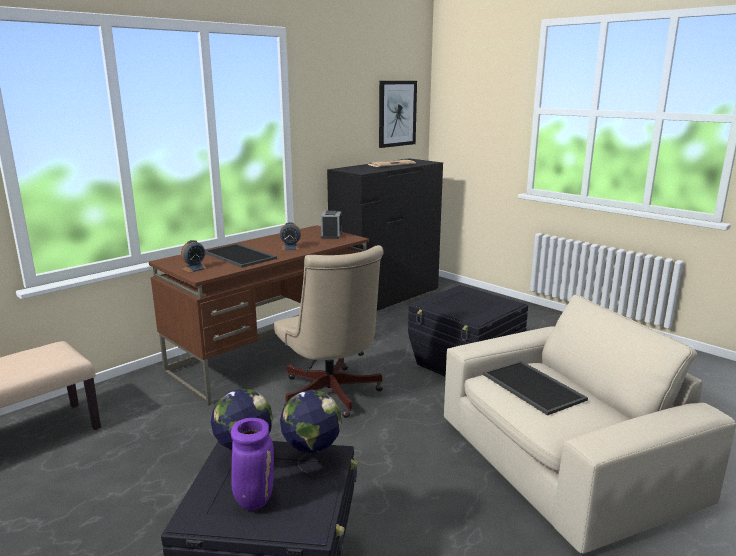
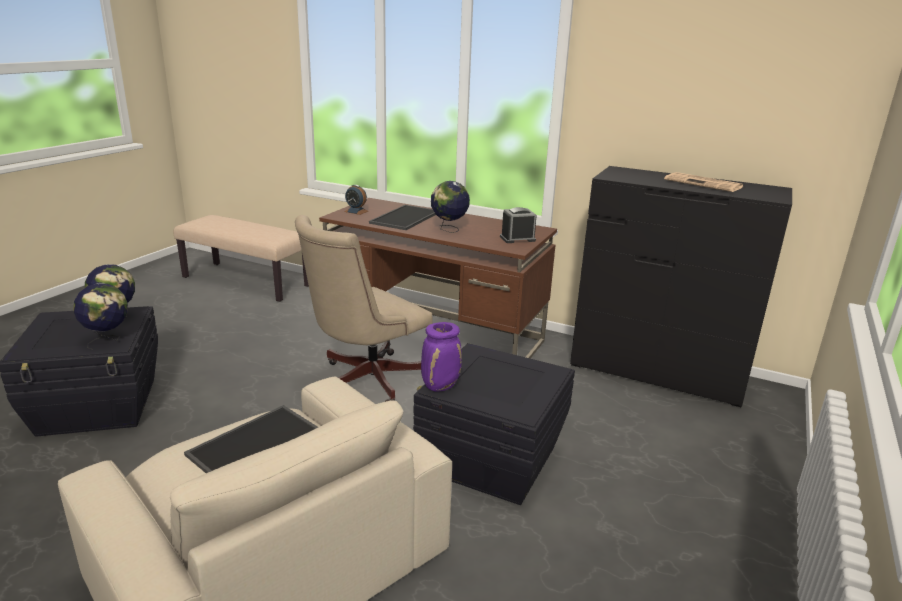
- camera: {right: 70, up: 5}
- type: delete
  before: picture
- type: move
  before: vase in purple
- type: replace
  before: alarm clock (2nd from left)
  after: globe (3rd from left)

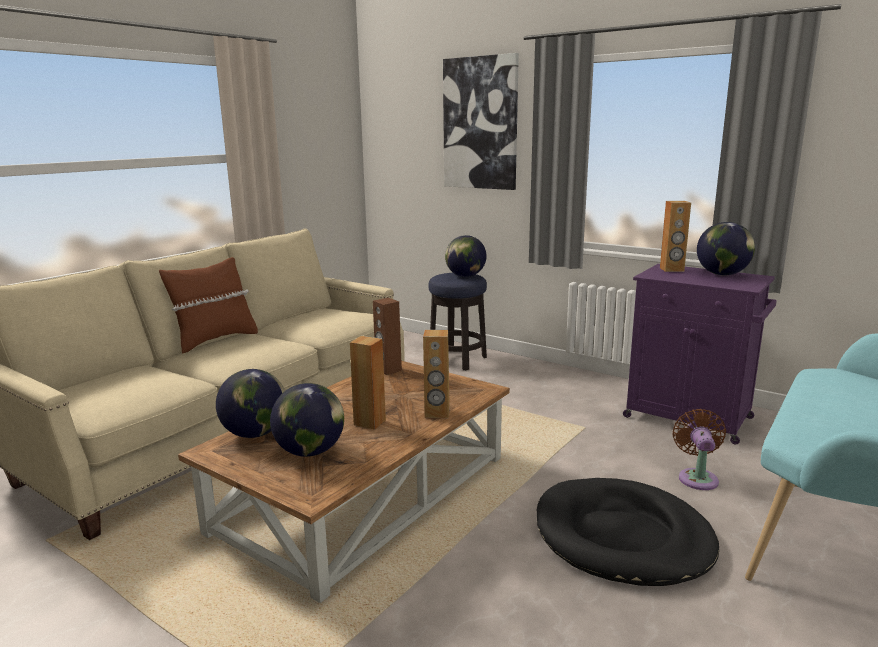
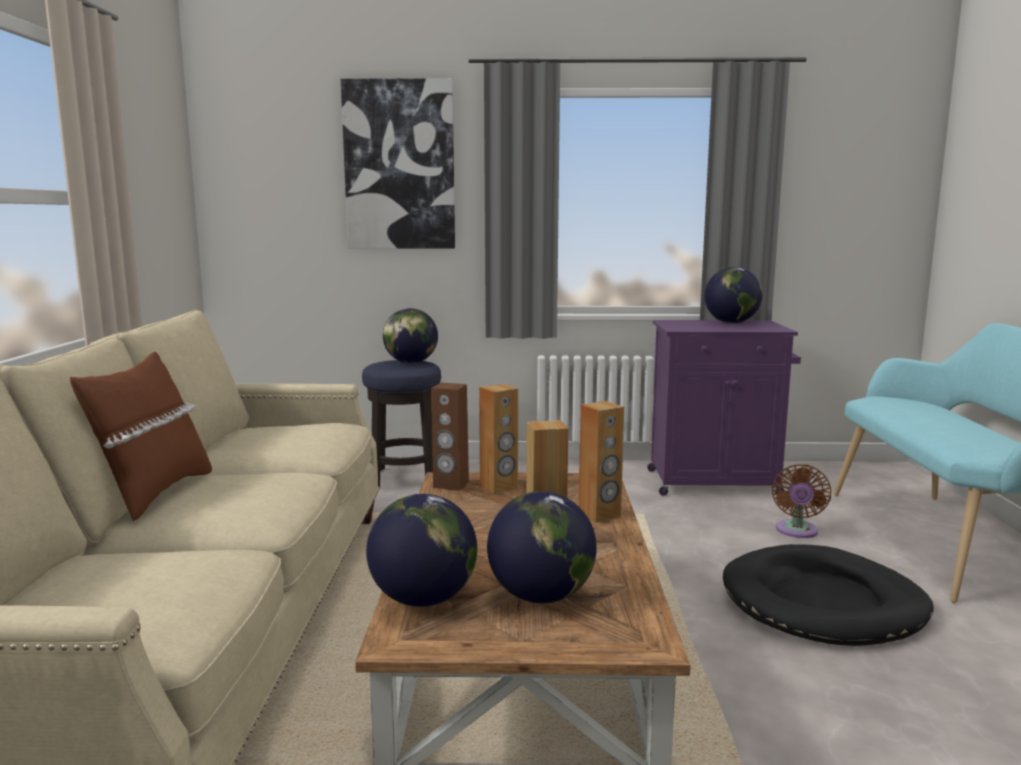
- camera: {right: -35, up: -5}
- type: move
  before: speaker in brown (4th from left in the first image)
  after: speaker in brown (2nd from left)
- type: rotate
  before: fan in brown
  turn: -135

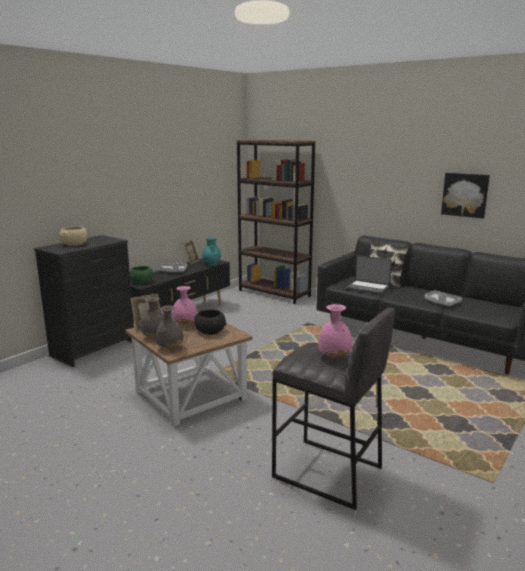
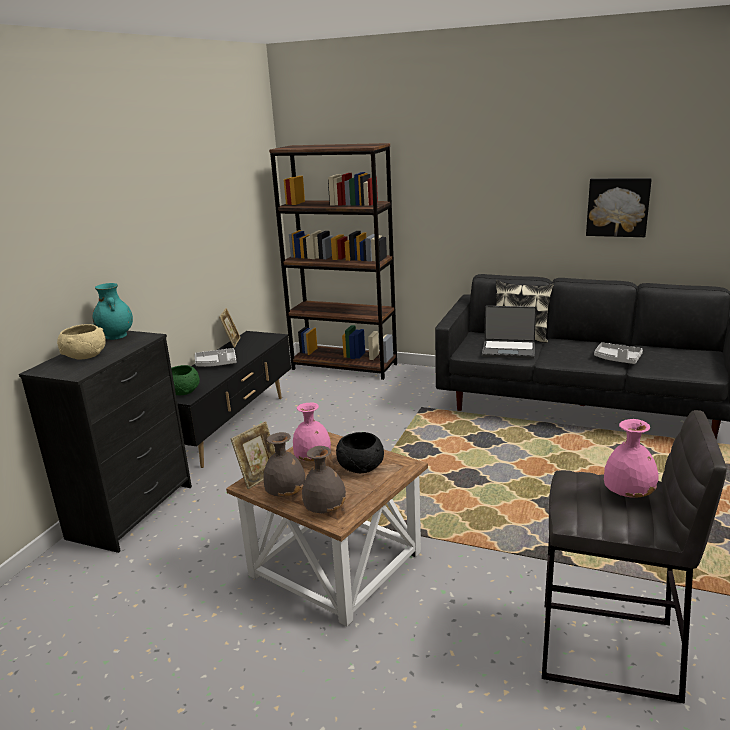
- camera: {right: -15, up: 5}
- type: move
  before: vase in turquoise

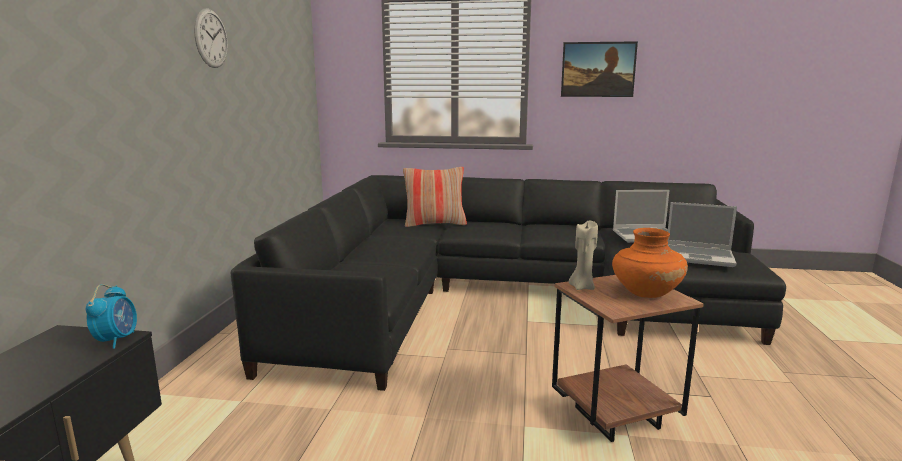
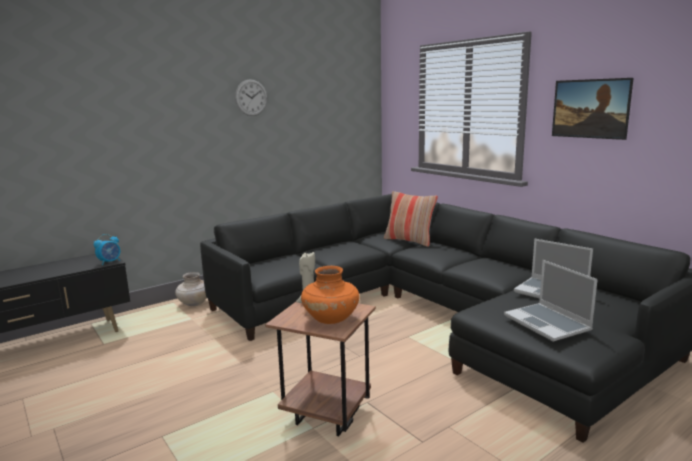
- camera: {right: 45, up: 0}
- type: insert
  after: vase in beige

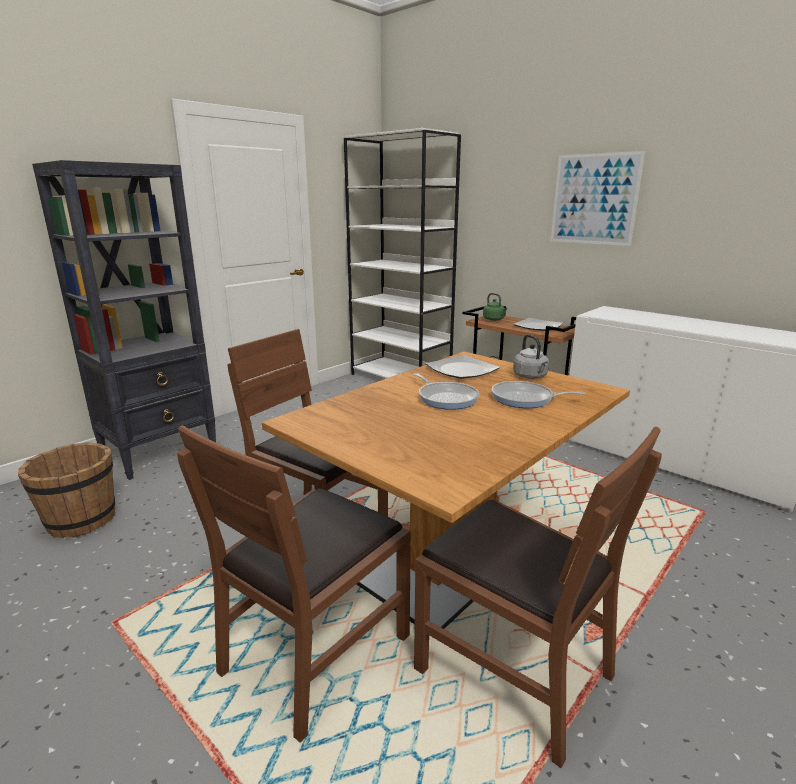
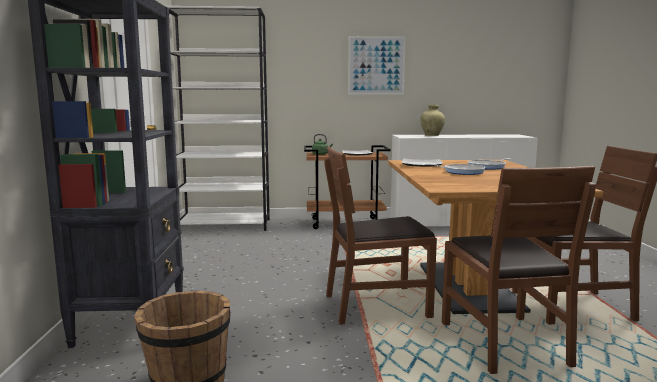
- camera: {right: -45, up: -10}
- type: delete
  before: kettle in grey
- type: insert
  after: vase in beige

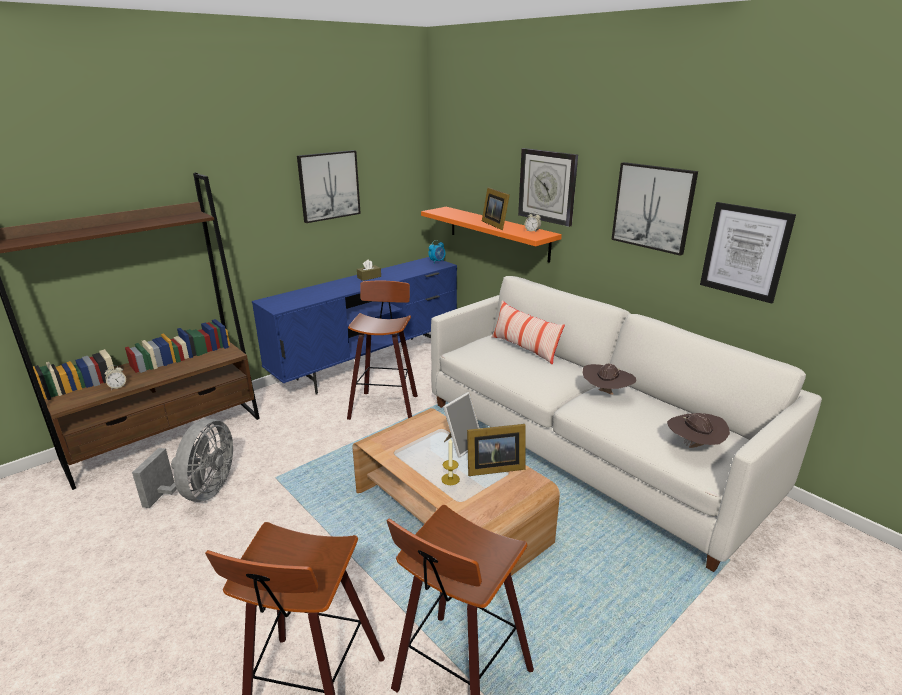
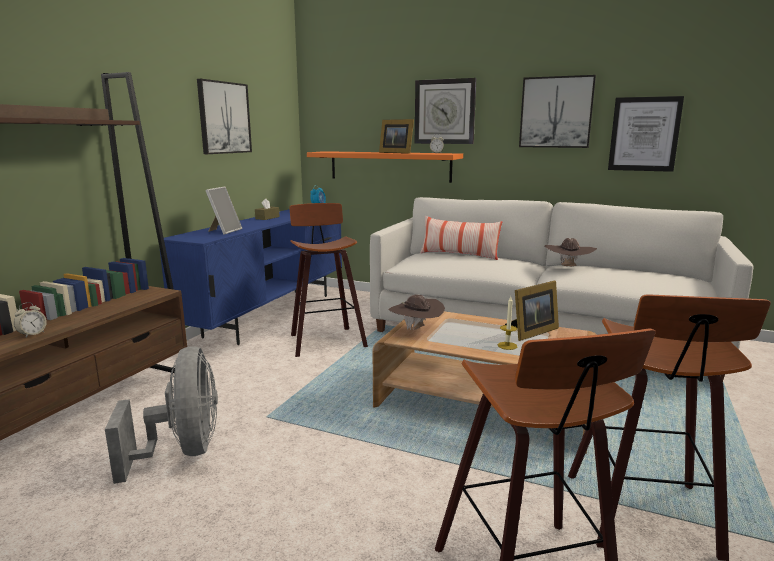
- camera: {right: -25, up: -10}
- type: move
  before: picture frame (1st from left)
- type: move
  before: hat in brown (2nd from left in the first image)
  after: hat in brown (1st from left)

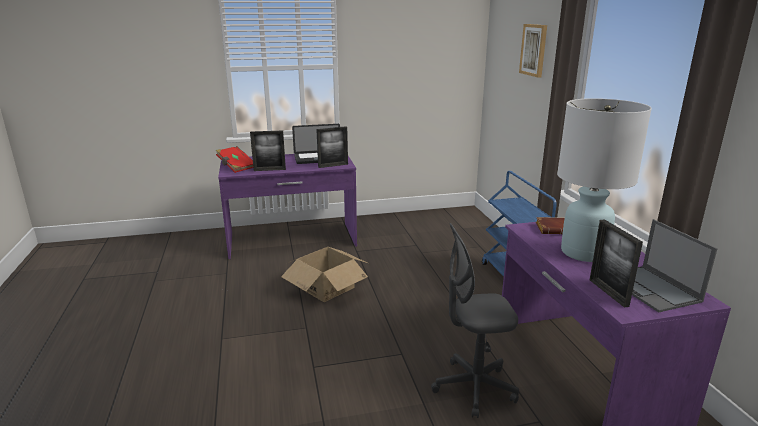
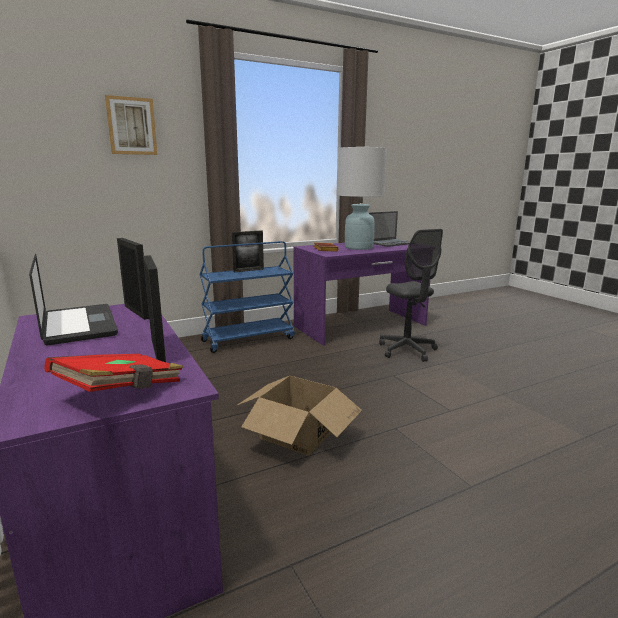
- camera: {right: -105, up: -5}
- type: move
  before: picture frame (3rd from left)

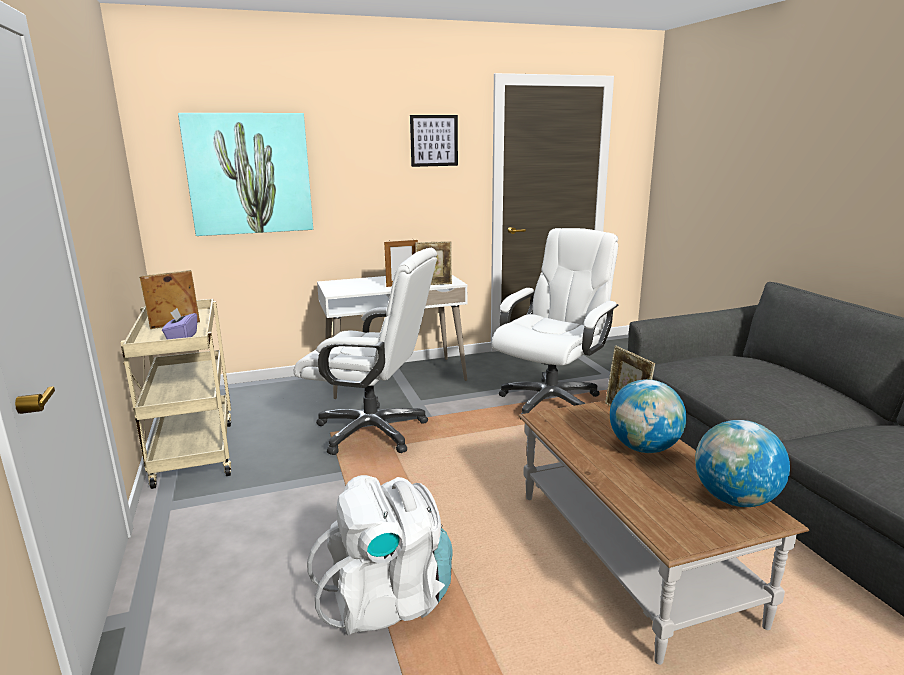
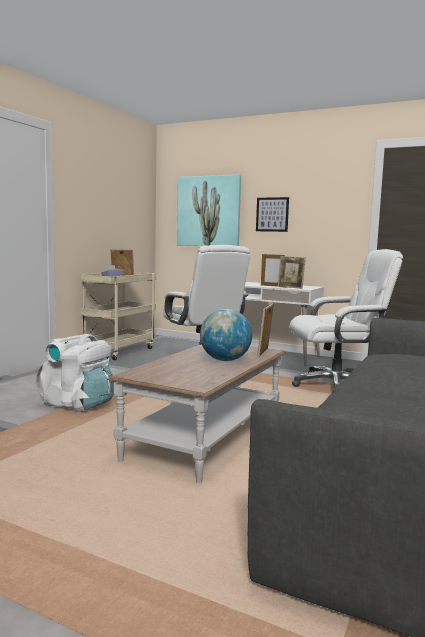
- camera: {right: 45, up: -10}
- type: delete
  before: globe (2nd from left)
- type: move
  before: picture (2nd from left)

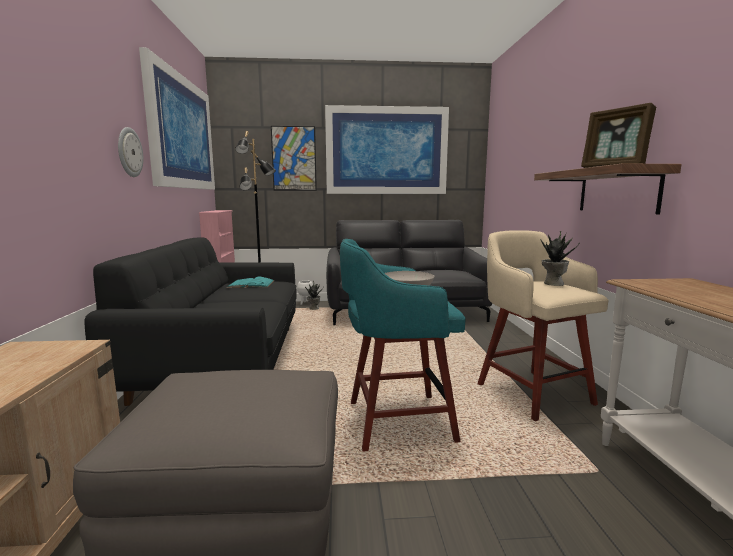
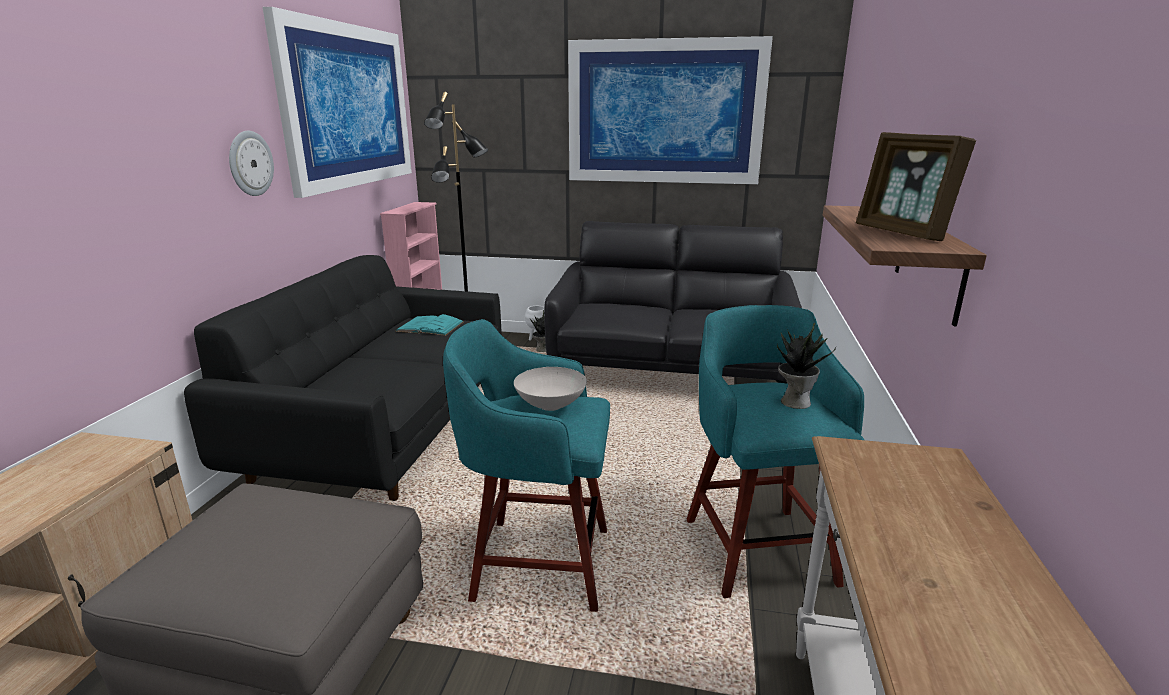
- camera: {right: 15, up: 10}
- type: delete
  before: picture (2nd from left)
- type: recolor
  before: stool in beige
  after: stool in turquoise (2nd from left)

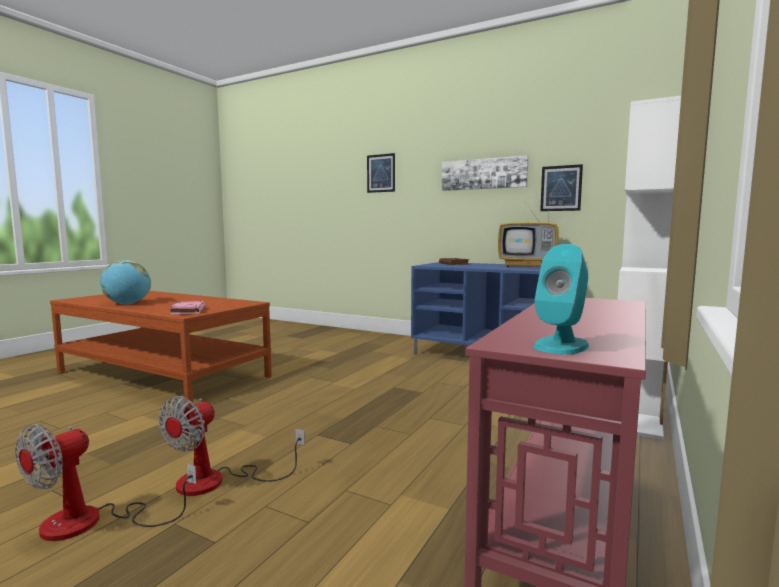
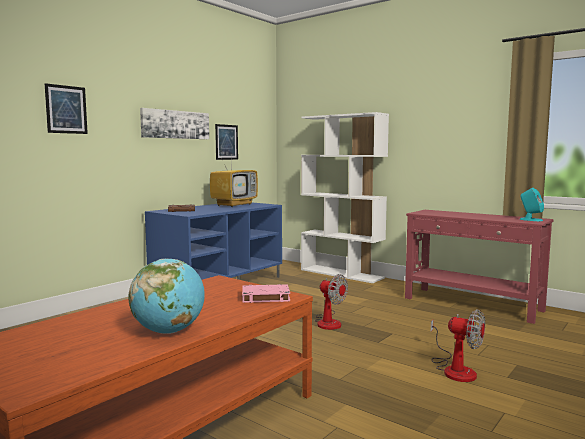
- camera: {right: -80, up: 0}
- type: move
  before: fan (1st from left)

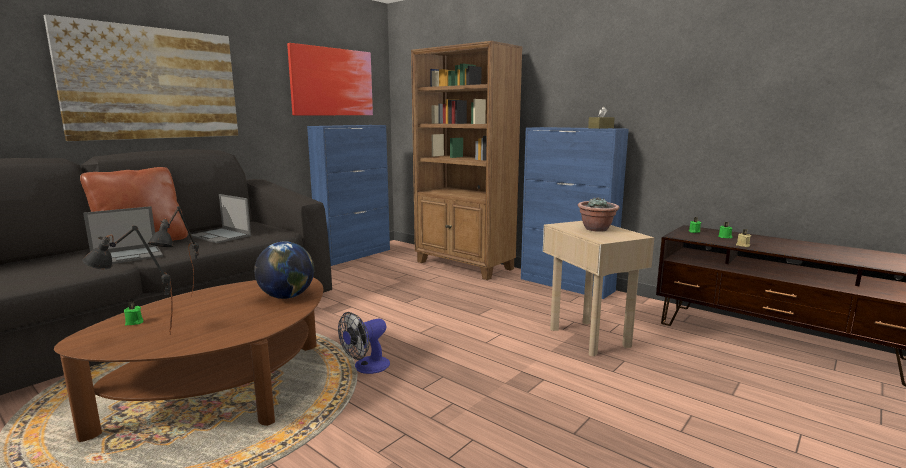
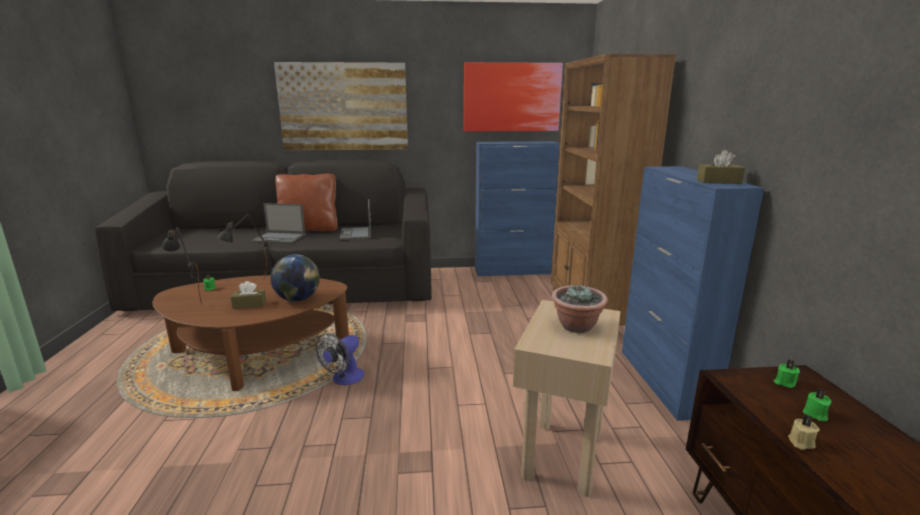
- camera: {right: 45, up: 5}
- type: insert
  after: tissue box in brown (1st from left)
- type: rotate
  before: fan
  turn: -60

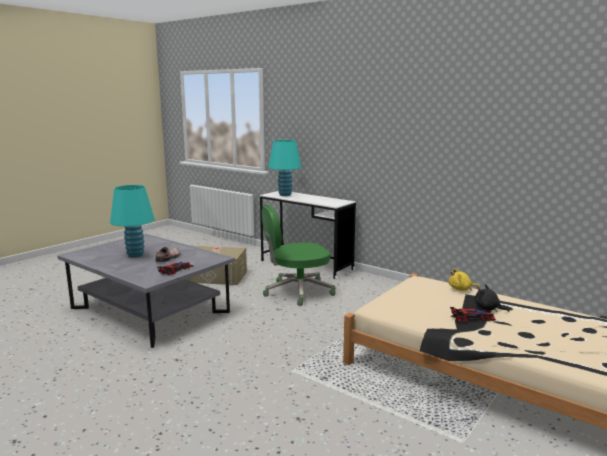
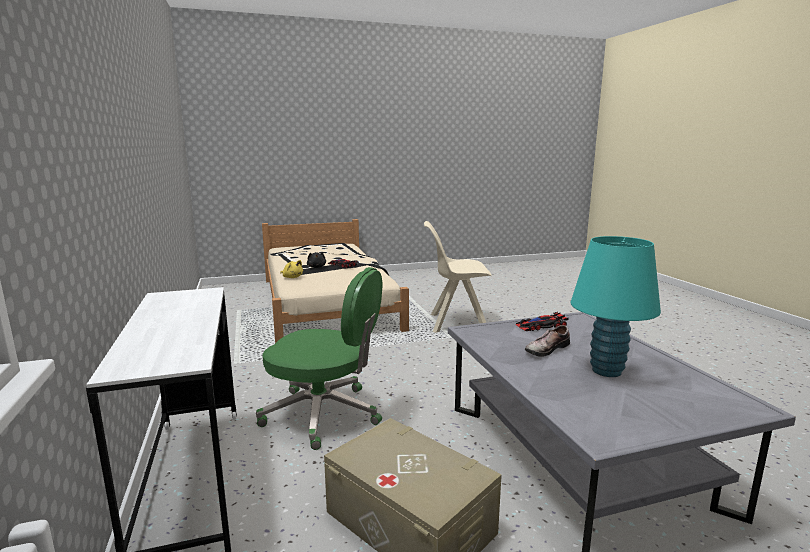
- camera: {right: -145, up: 0}
- type: delete
  before: table lamp in turquoise (2nd from left)
- type: insert
  after: chair in beige

